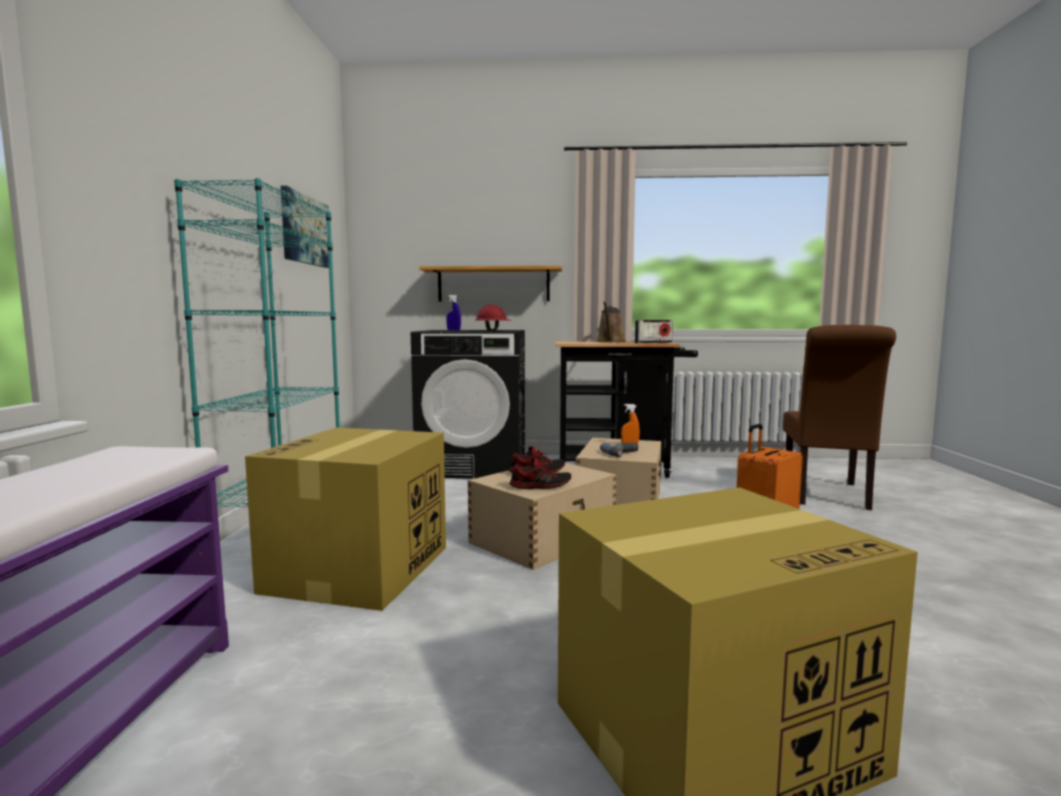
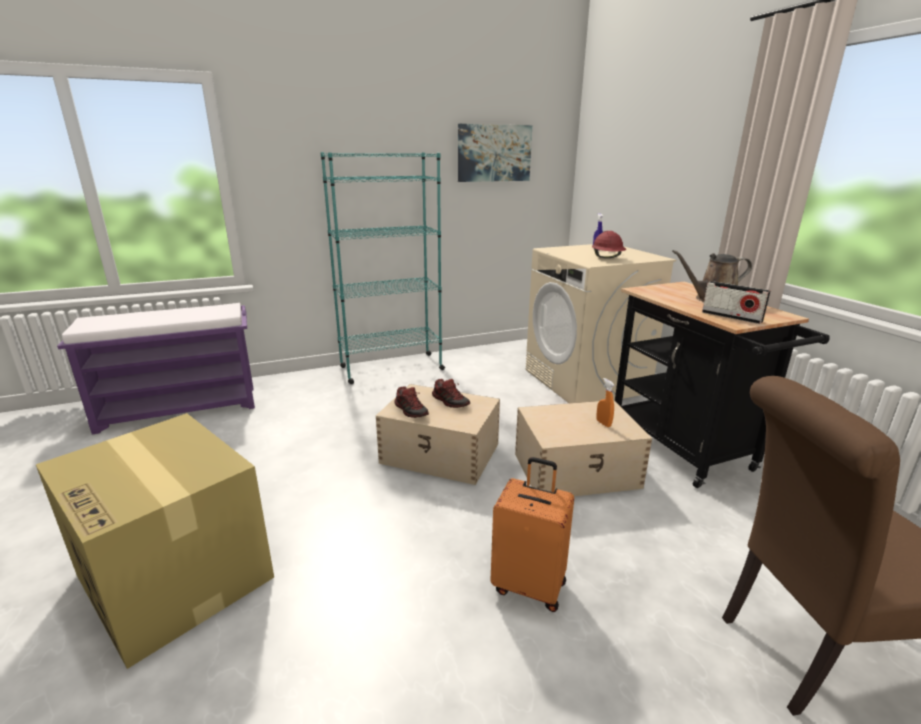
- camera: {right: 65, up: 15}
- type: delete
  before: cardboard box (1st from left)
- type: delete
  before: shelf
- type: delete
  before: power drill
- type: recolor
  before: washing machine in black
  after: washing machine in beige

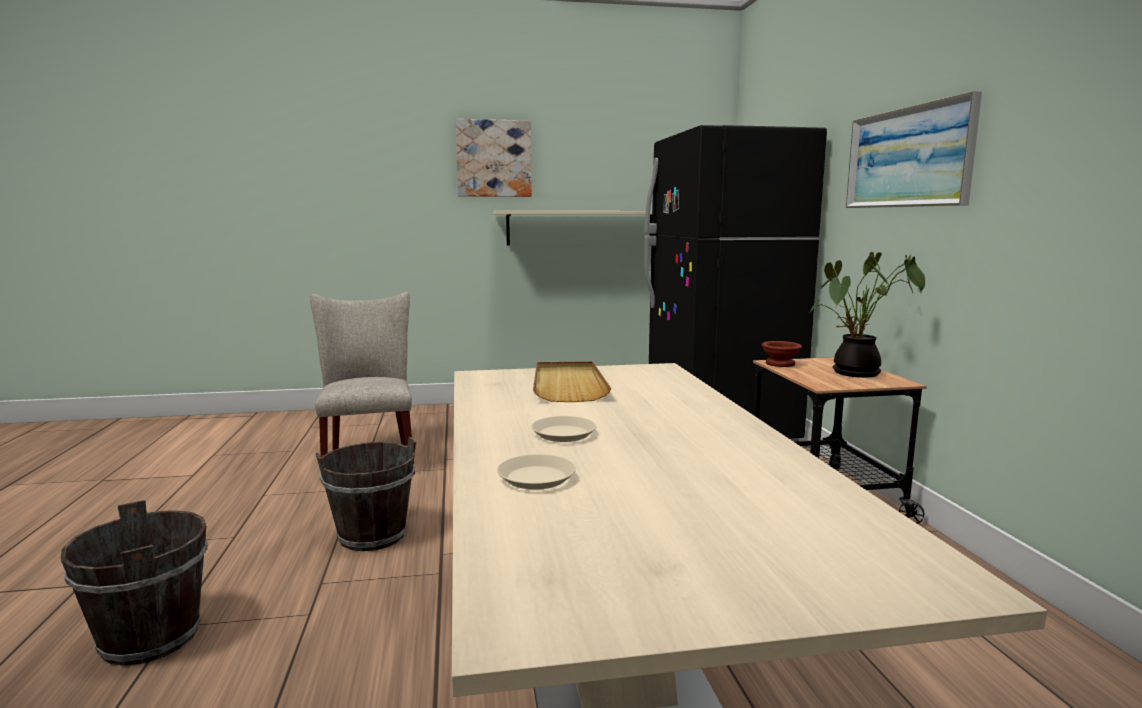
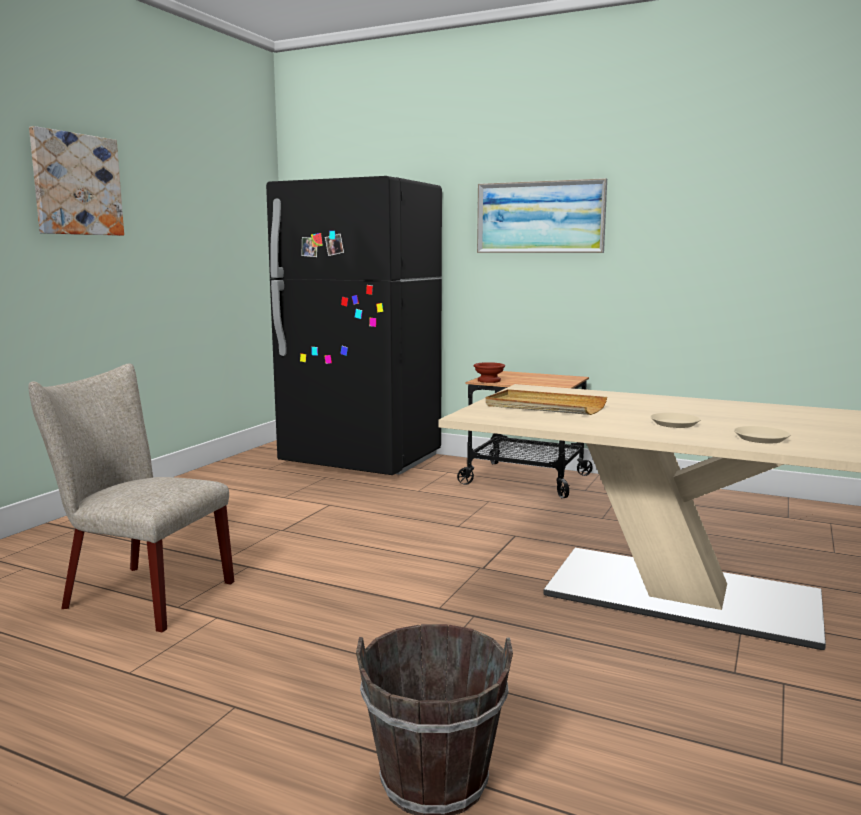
- camera: {right: -55, up: 0}
- type: delete
  before: bucket in brown (2nd from left)
- type: delete
  before: shelf in beige
- type: delete
  before: potted plant

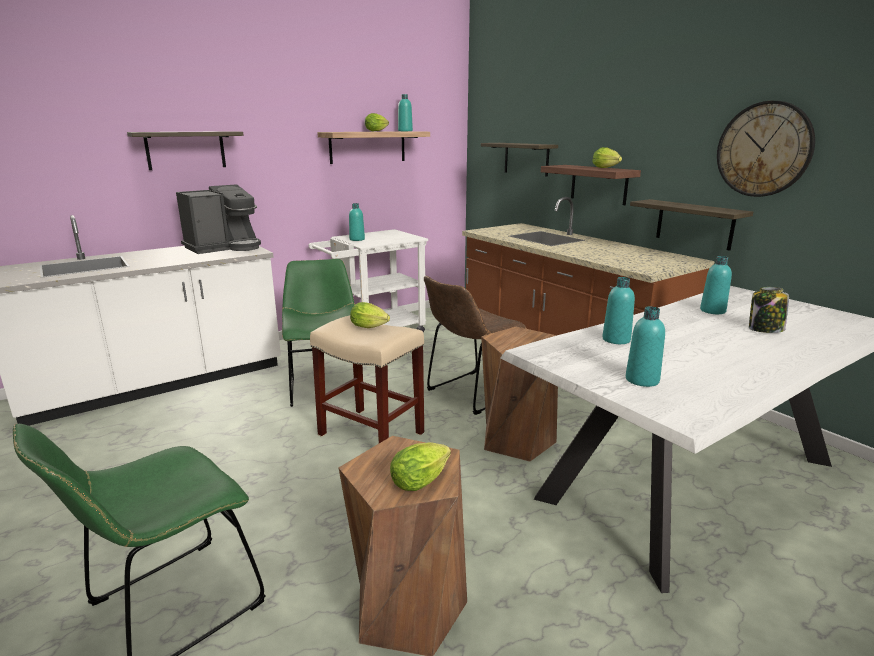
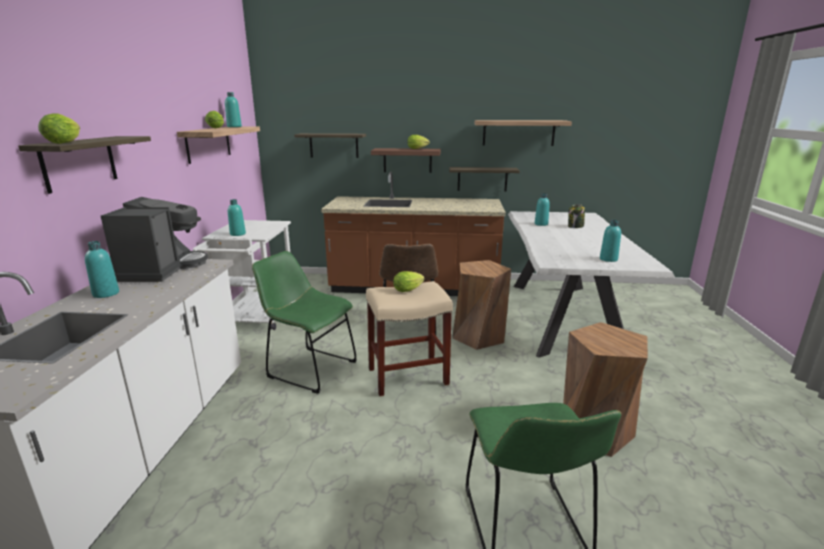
- camera: {right: -50, up: 0}
- type: move
  before: lettuce (3rd from left in the first image)
  after: lettuce (1st from left)
- type: move
  before: bottle in turquoise (3rd from left in the first image)
  after: bottle in turquoise (1st from left)
- type: replace
  before: wall clock
  after: shelf (6th from left)

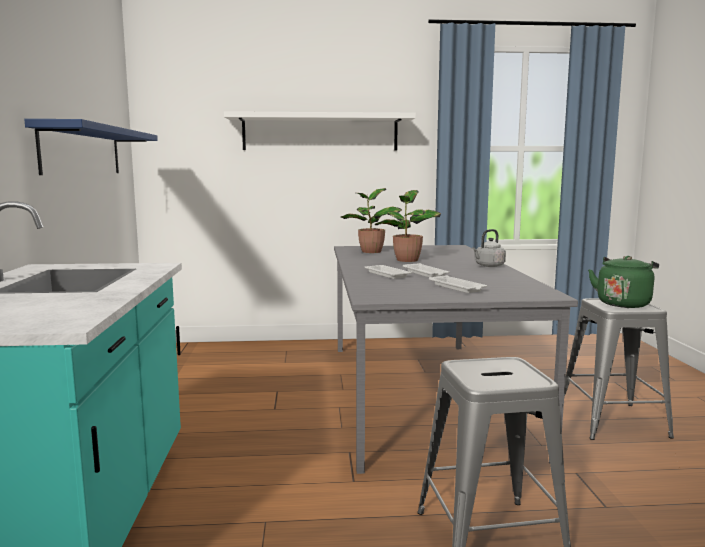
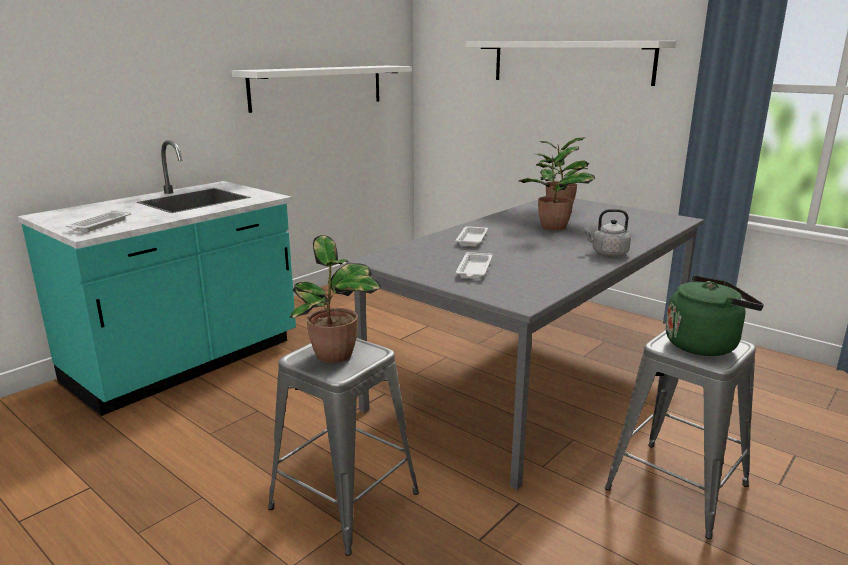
- camera: {right: 45, up: 10}
- type: insert
  after: potted plant (1st from left)
- type: move
  before: tray in white (2nd from left in the first image)
  after: tray in white (1st from left)
- type: recolor
  before: shelf in blue
  after: shelf in white (1st from left)

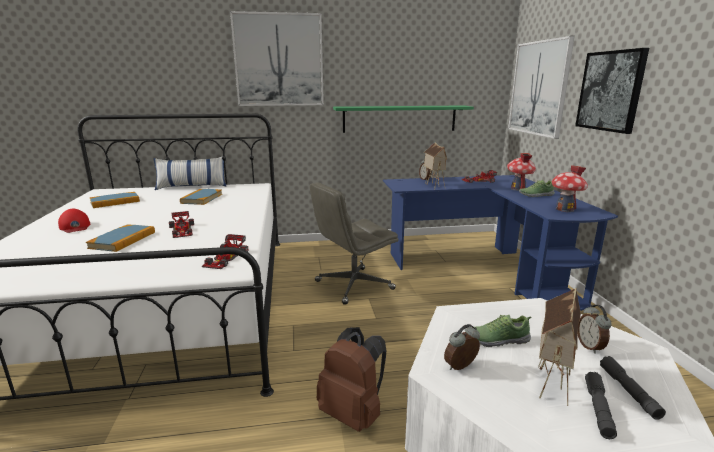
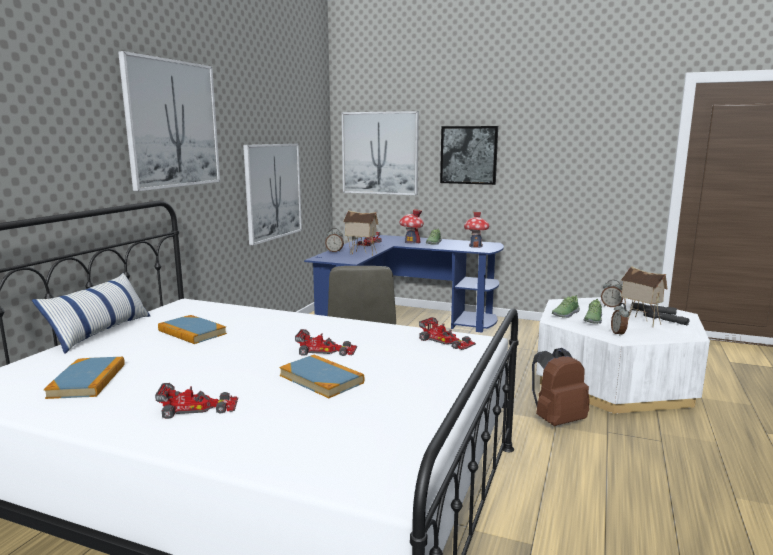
- camera: {right: -60, up: -5}
- type: insert
  after: shoe (2nd from left)
- type: replace
  before: cap in red
  after: toy car (1st from left)
- type: replace
  before: shelf in green
  after: picture (2nd from left)

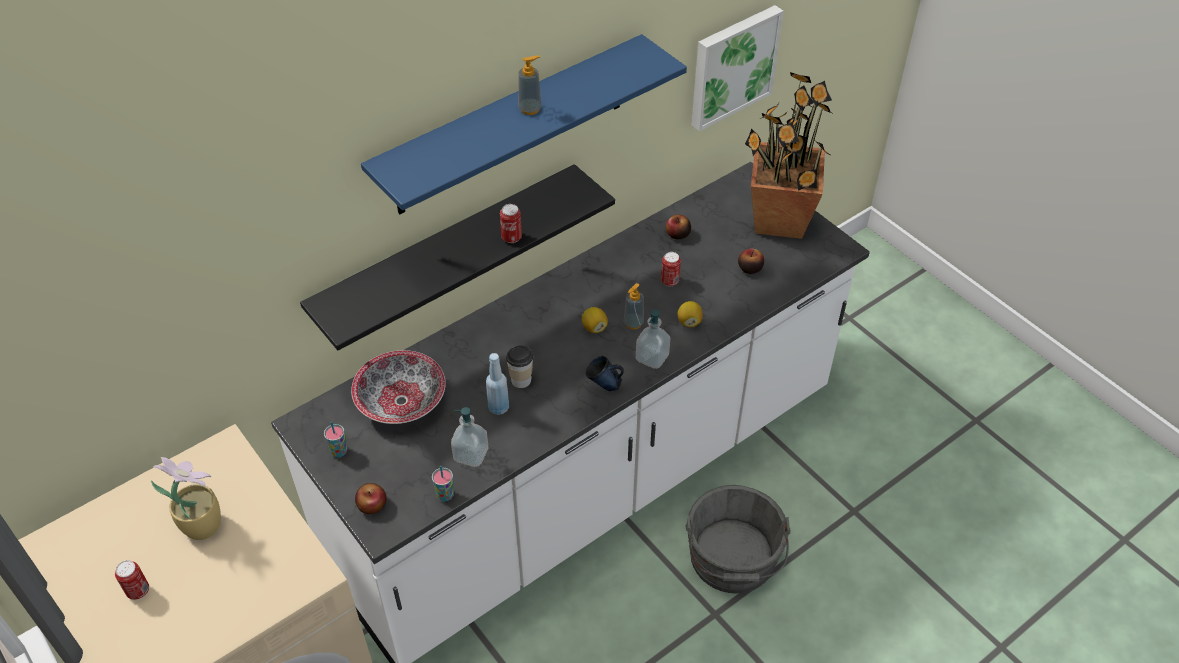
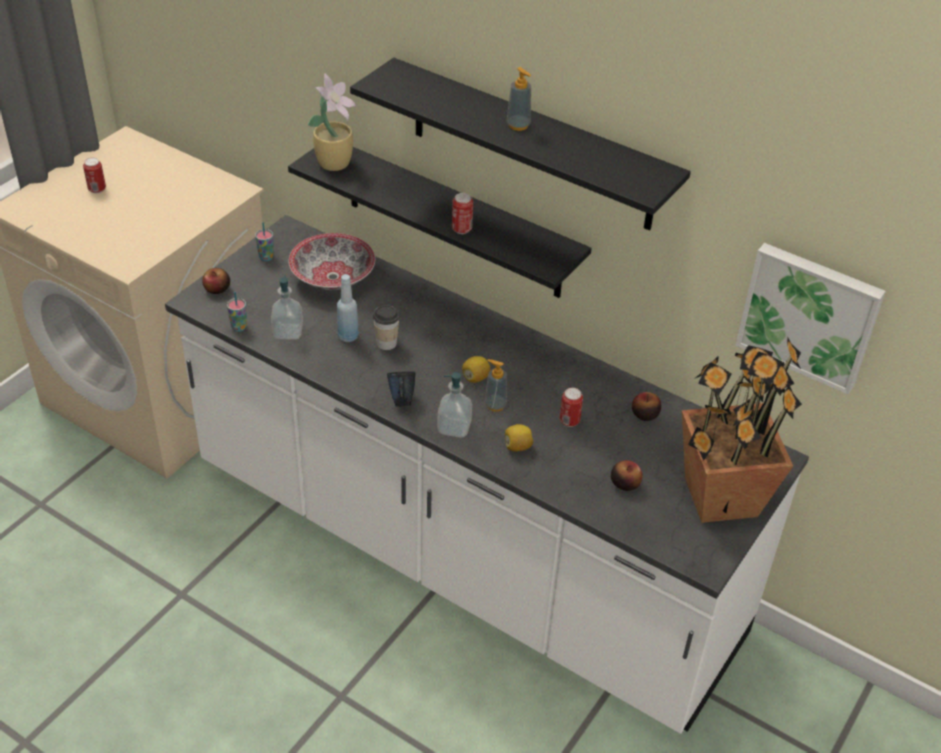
- camera: {right: 70, up: -5}
- type: delete
  before: bucket in grey
- type: move
  before: potted plant (1st from left)
- type: recolor
  before: shelf in blue
  after: shelf in black (2nd from left)

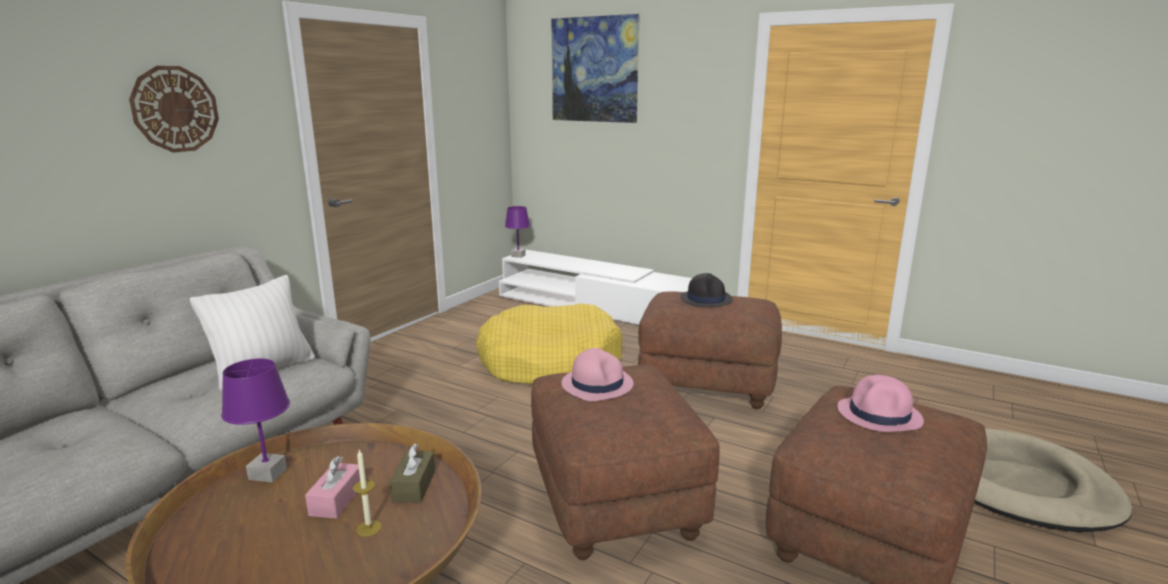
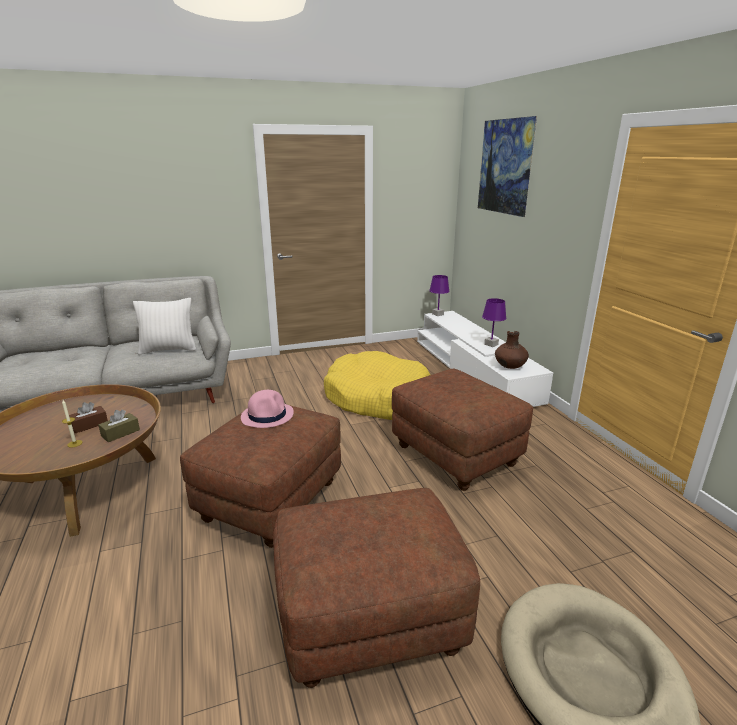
- camera: {right: 40, up: 5}
- type: delete
  before: wall clock
- type: delete
  before: hat in black
- type: delete
  before: hat in pink (2nd from left)
- type: insert
  after: vase in brown
- type: move
  before: table lamp in purple (1st from left in the first image)
  after: table lamp in purple (2nd from left)
- type: recolor
  before: tissue box in pink
  after: tissue box in brown (1st from left)

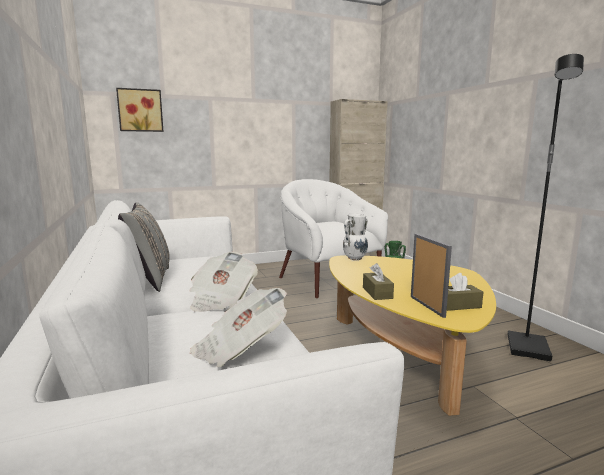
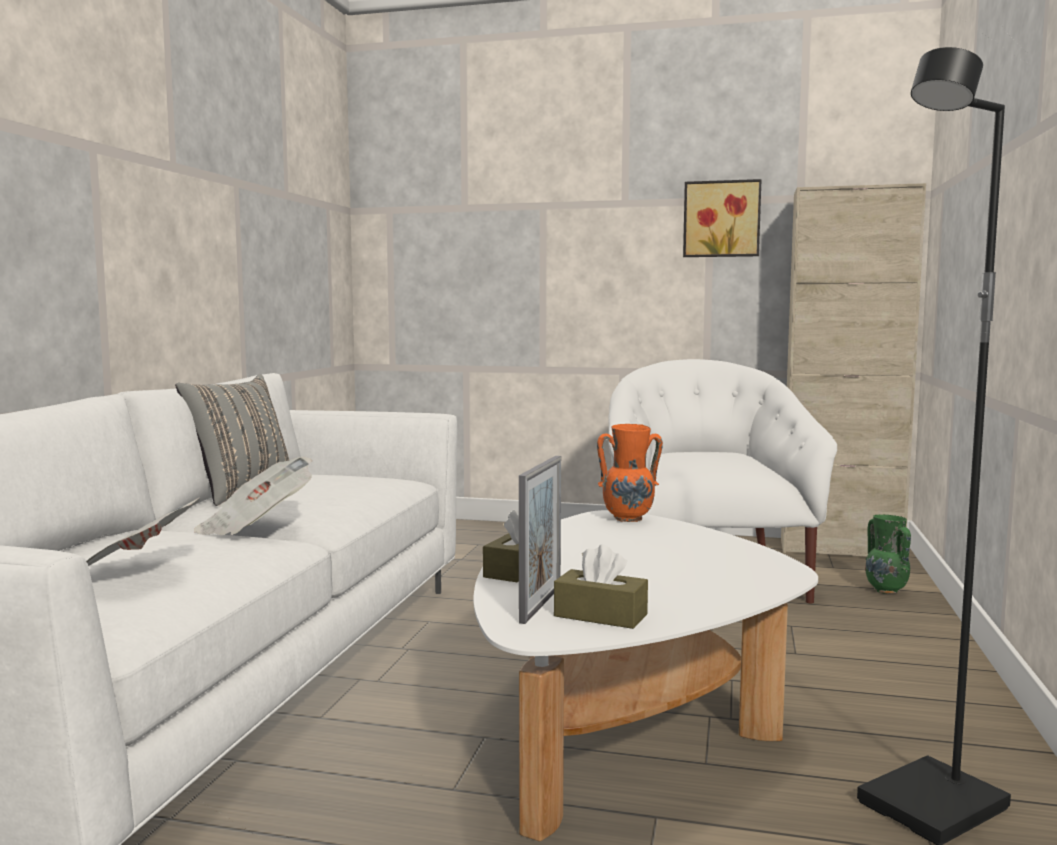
- camera: {right: 35, up: -5}
- type: move
  before: picture
- type: recolor
  before: coffee table in yellow
  after: coffee table in white
- type: recolor
  before: vase in white
  after: vase in orange

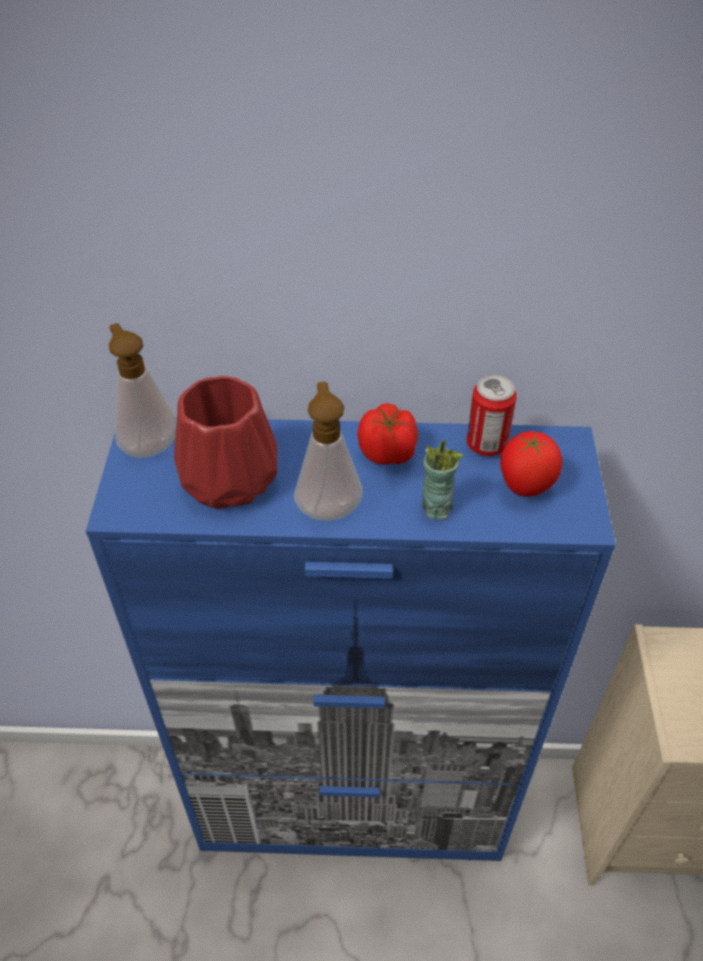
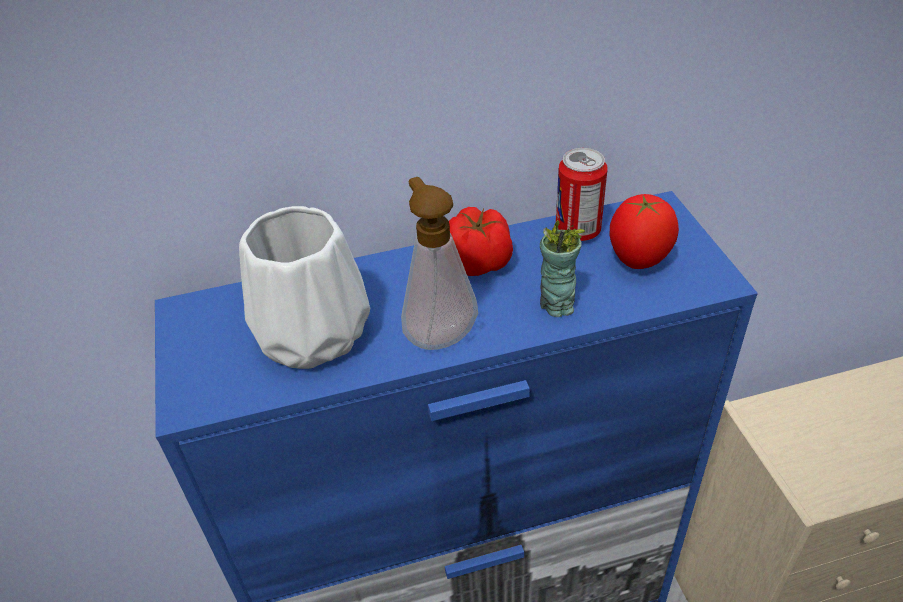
- camera: {right: -15, up: -5}
- type: delete
  before: soap dispenser (1st from left)
- type: recolor
  before: vase in red
  after: vase in white

